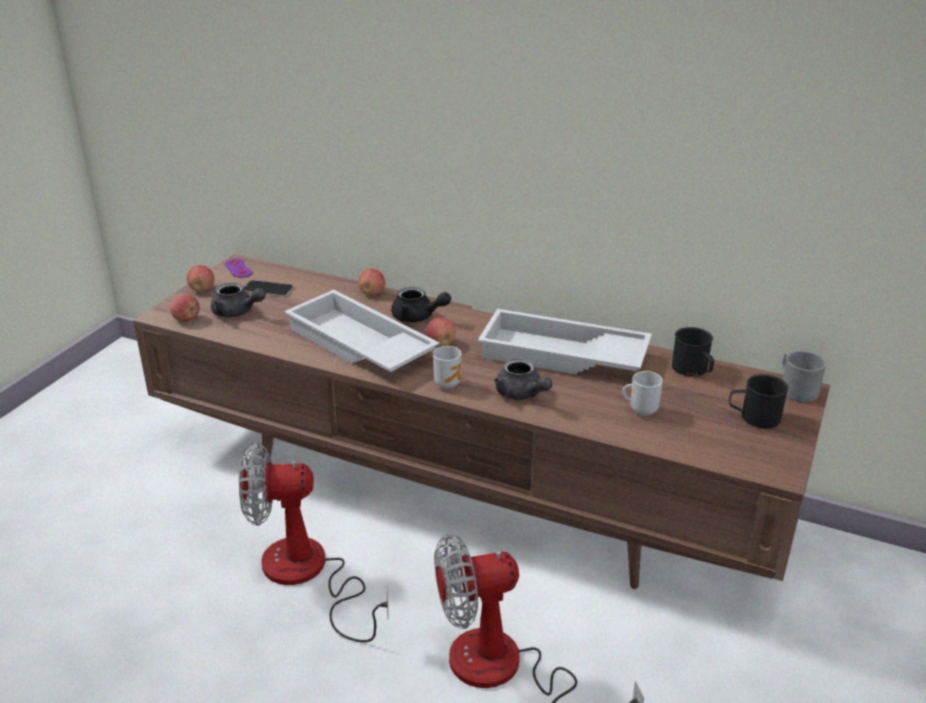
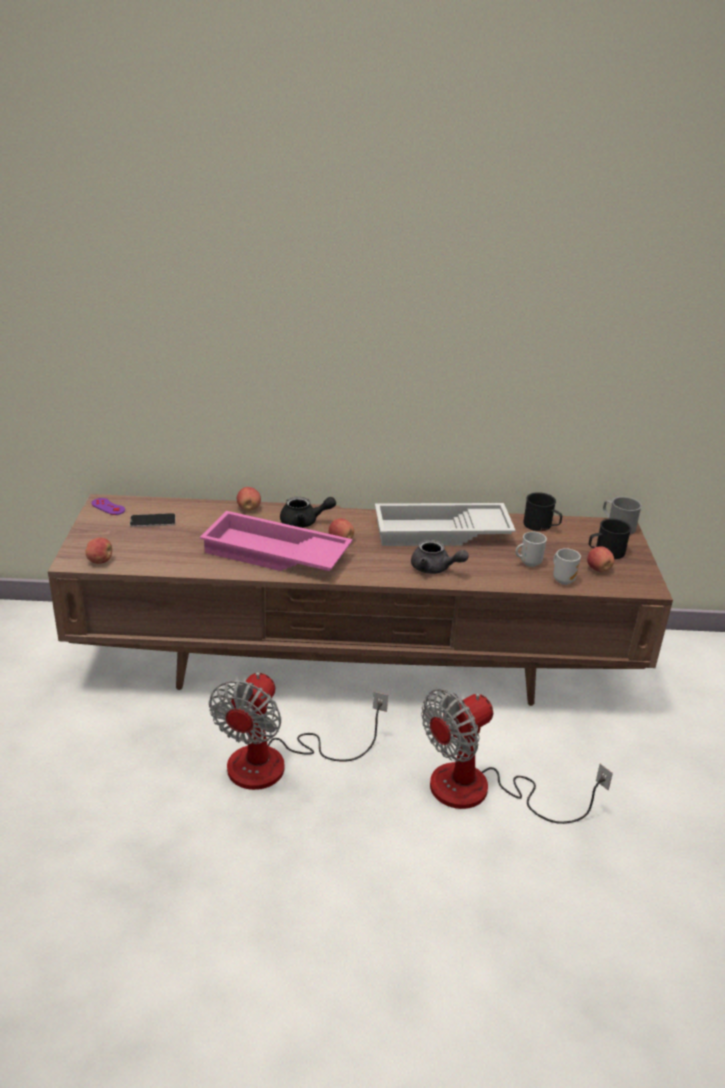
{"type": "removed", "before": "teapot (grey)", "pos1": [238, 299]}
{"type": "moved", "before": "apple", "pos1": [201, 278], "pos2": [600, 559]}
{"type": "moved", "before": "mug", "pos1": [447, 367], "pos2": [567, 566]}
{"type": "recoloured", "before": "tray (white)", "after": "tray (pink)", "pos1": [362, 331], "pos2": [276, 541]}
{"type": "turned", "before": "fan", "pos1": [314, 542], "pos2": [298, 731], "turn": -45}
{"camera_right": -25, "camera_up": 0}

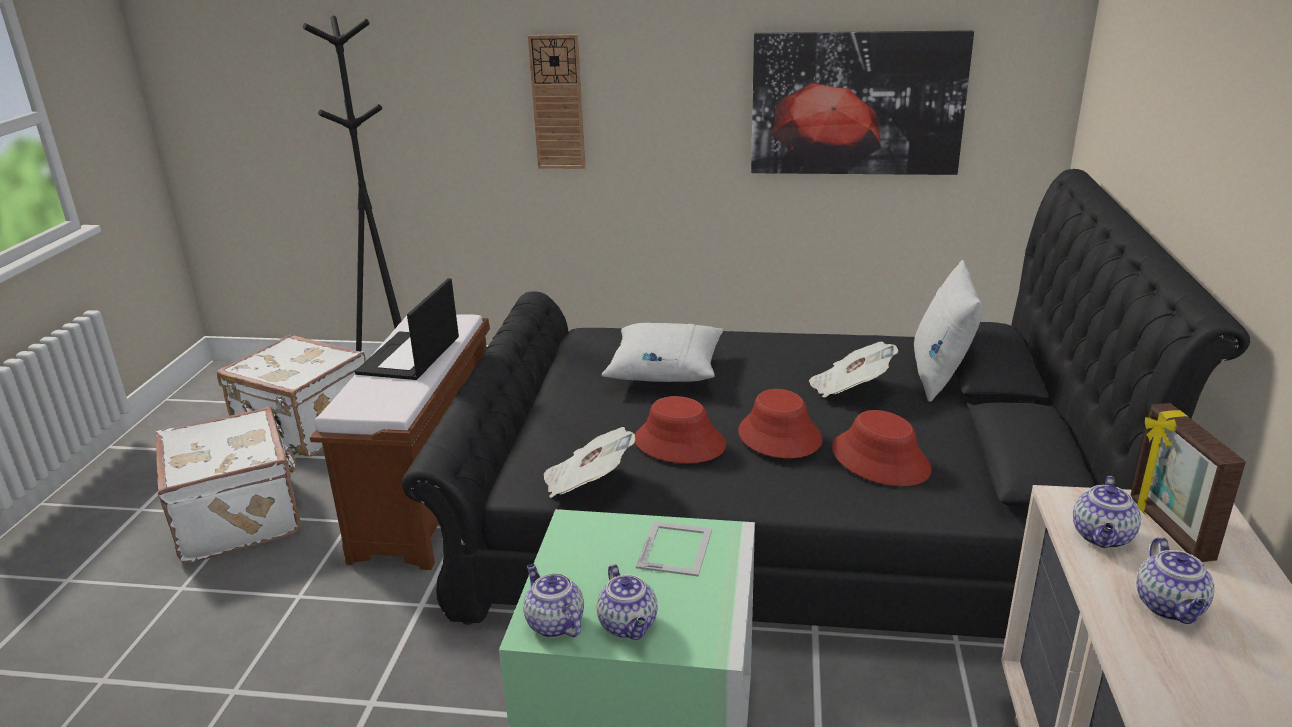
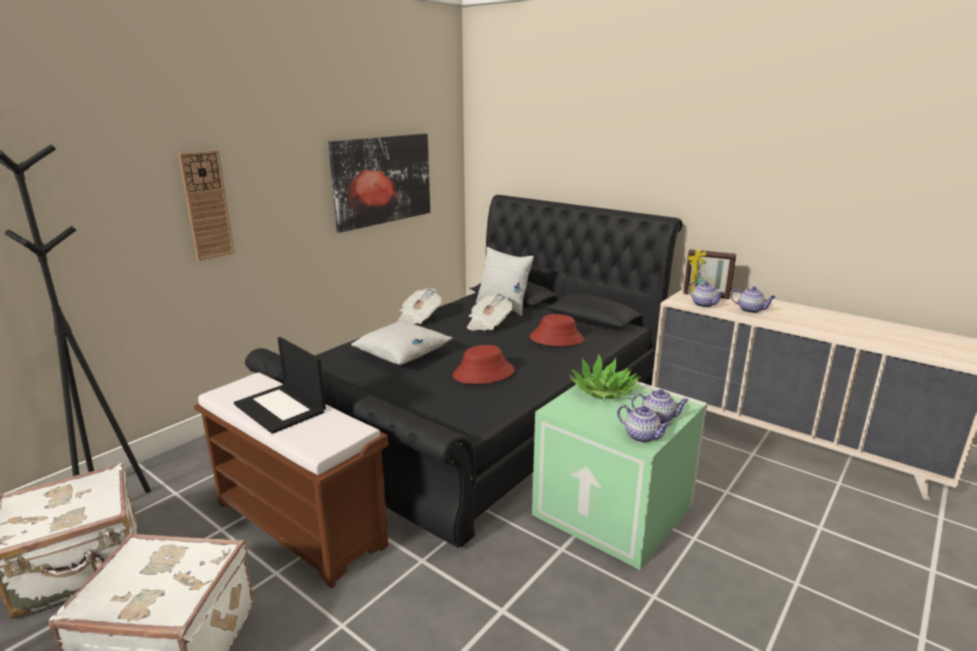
{"type": "removed", "before": "hat (red)", "pos1": [780, 423]}
{"type": "moved", "before": "newspaper", "pos1": [589, 462], "pos2": [419, 306]}
{"type": "replaced", "before": "picture frame", "after": "potted plant", "pos1": [674, 548], "pos2": [605, 376]}
{"type": "turned", "before": "teapot", "pos1": [553, 601], "pos2": [644, 423], "turn": -135}
{"camera_right": -60, "camera_up": -5}

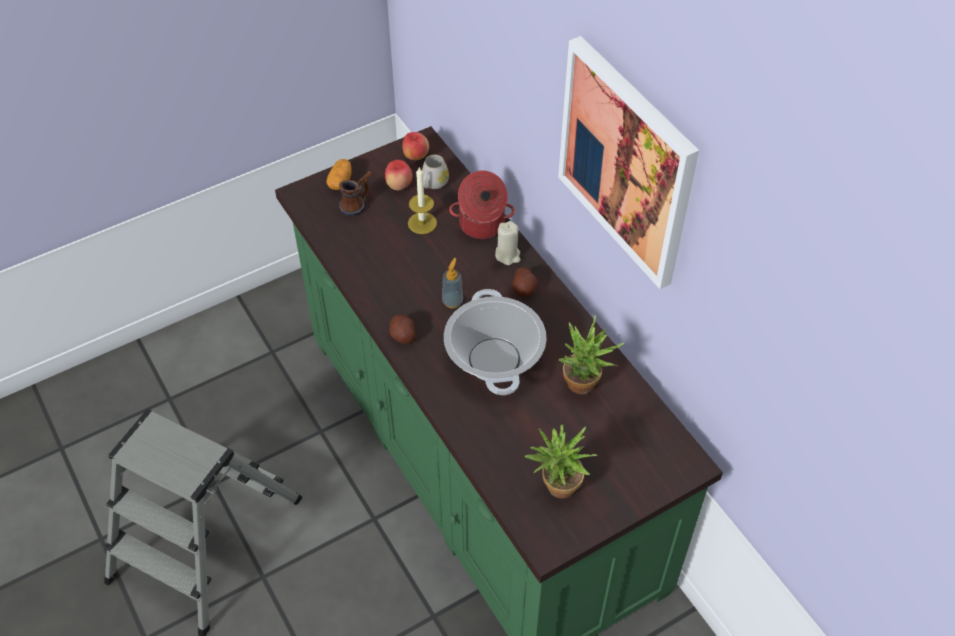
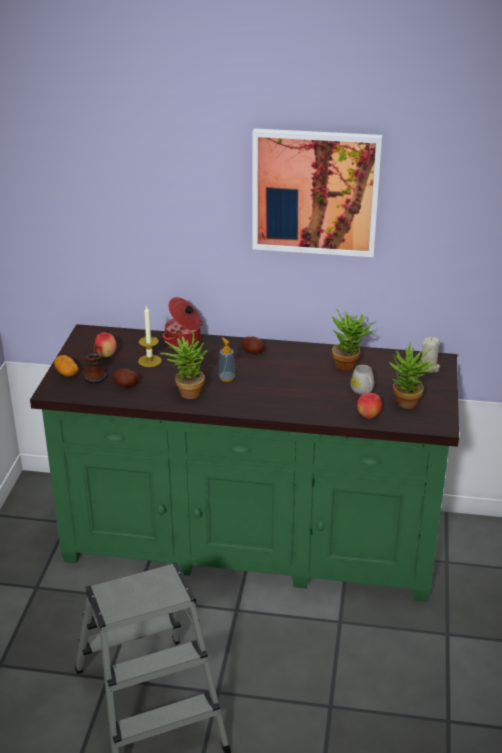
{"type": "removed", "before": "cooking pot", "pos1": [495, 342]}
{"type": "added", "after": "potted plant", "pos2": [184, 365]}
{"type": "moved", "before": "potato", "pos1": [402, 329], "pos2": [126, 377]}
{"type": "moved", "before": "apple", "pos1": [416, 146], "pos2": [369, 406]}
{"type": "moved", "before": "mug (white)", "pos1": [435, 172], "pos2": [362, 380]}
{"type": "moved", "before": "candle (beige)", "pos1": [508, 243], "pos2": [430, 355]}
{"camera_right": -50, "camera_up": -20}

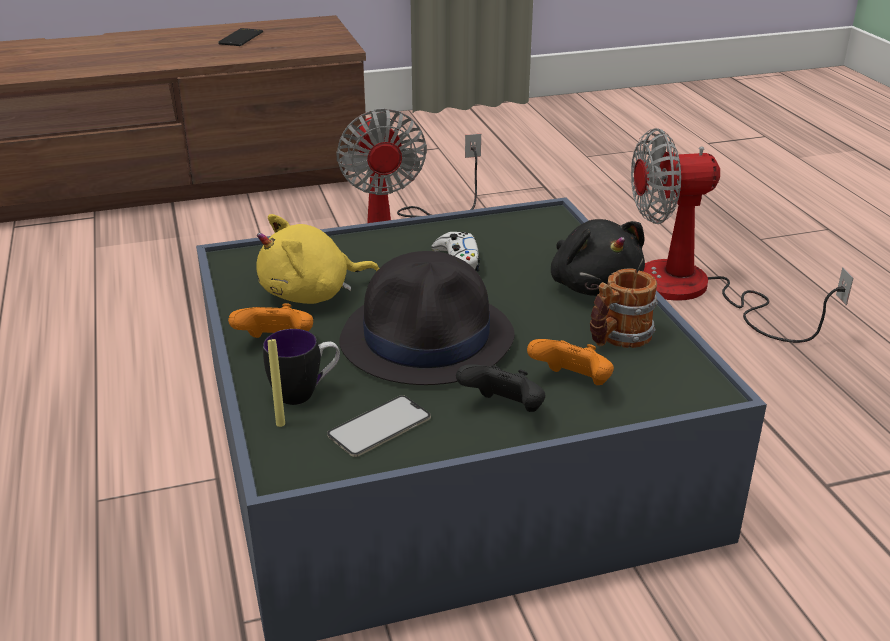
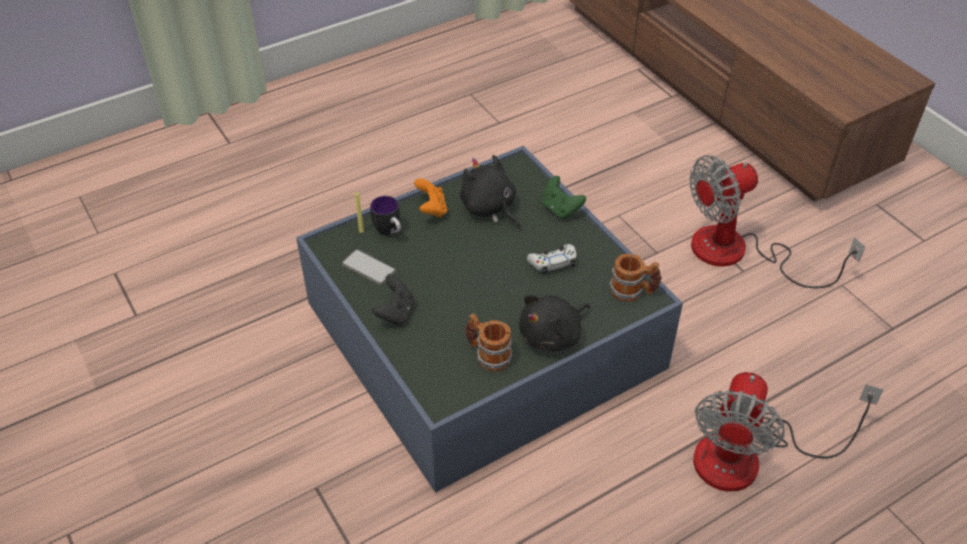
{"type": "removed", "before": "phone", "pos1": [240, 37]}
{"type": "removed", "before": "hat (black)", "pos1": [427, 318]}
{"type": "removed", "before": "game controller (orange)", "pos1": [570, 362]}
{"type": "added", "after": "game controller (green)", "pos2": [564, 197]}
{"type": "added", "after": "mug", "pos2": [635, 278]}
{"type": "recoloured", "before": "plush toy (yellow)", "after": "plush toy (black)", "pos1": [317, 259], "pos2": [490, 192]}
{"type": "turned", "before": "fan", "pos1": [742, 235], "pos2": [788, 431], "turn": -135}
{"camera_right": 75, "camera_up": 15}

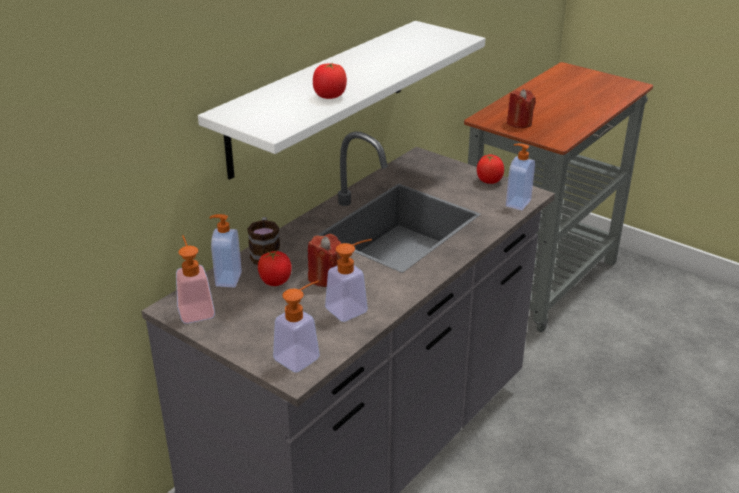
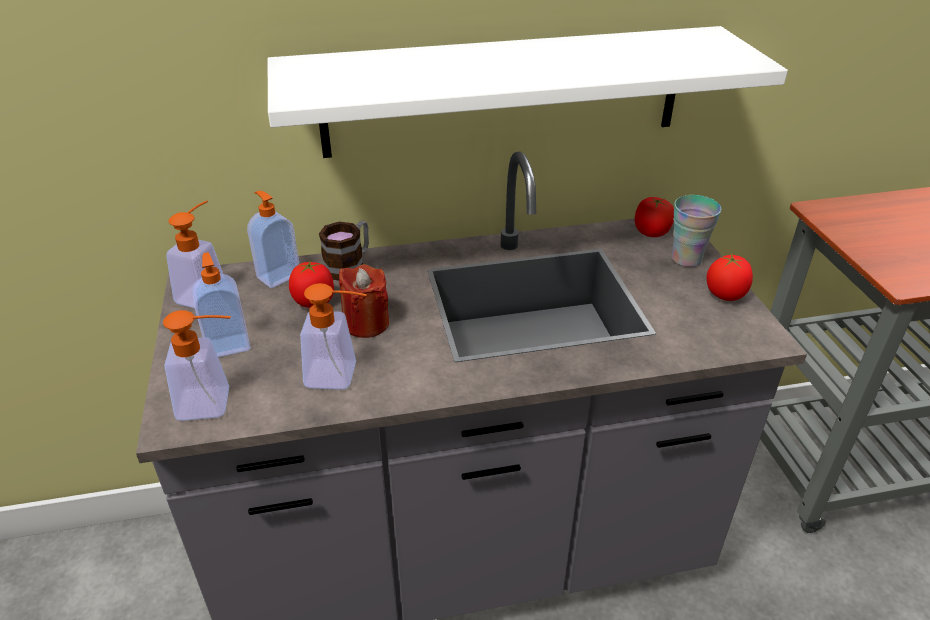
{"type": "removed", "before": "candle (red)", "pos1": [521, 108]}
{"type": "added", "after": "cup", "pos2": [696, 231]}
{"type": "moved", "before": "tomato", "pos1": [330, 81], "pos2": [654, 217]}
{"type": "moved", "before": "soap dispenser", "pos1": [520, 176], "pos2": [222, 304]}
{"camera_right": 40, "camera_up": 5}

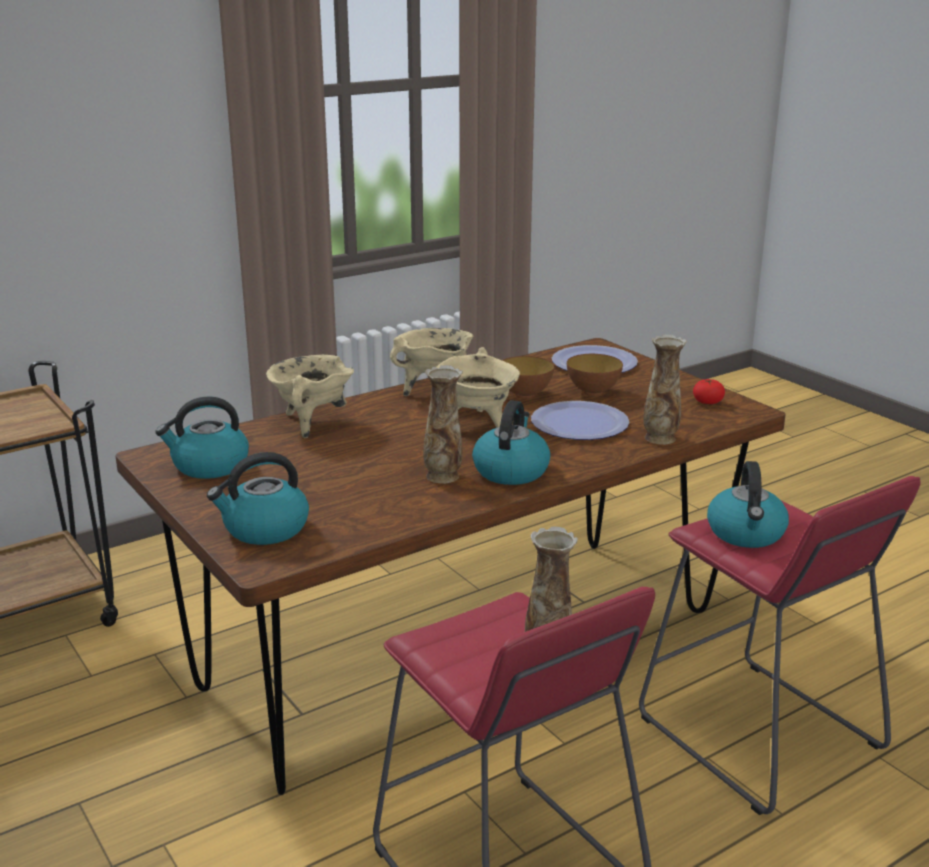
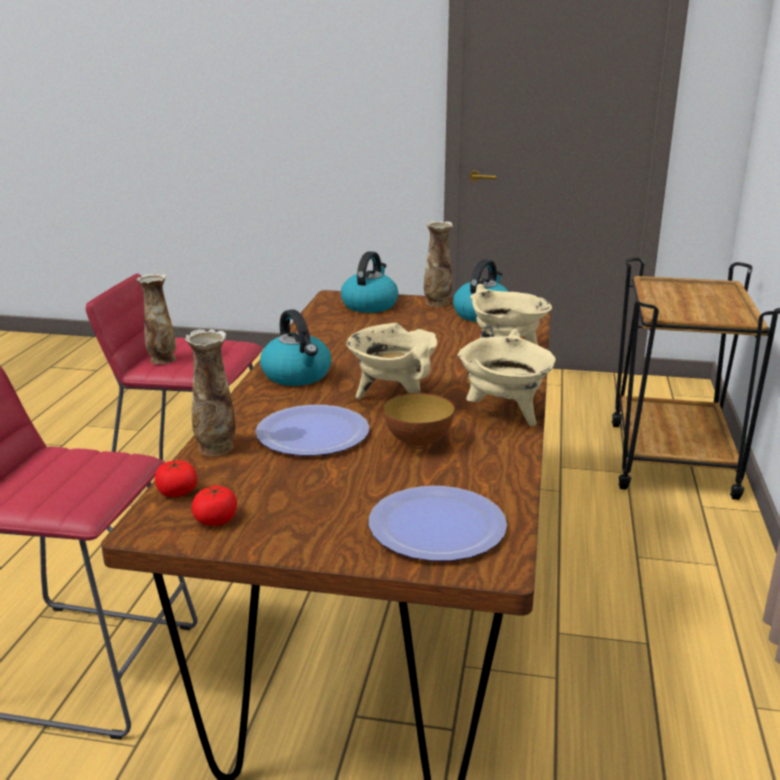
{"type": "removed", "before": "bowl", "pos1": [595, 375]}
{"type": "removed", "before": "kettle", "pos1": [748, 504]}
{"type": "added", "after": "tomato", "pos2": [176, 478]}
{"type": "moved", "before": "vase", "pos1": [443, 424], "pos2": [438, 264]}
{"camera_right": 135, "camera_up": 0}

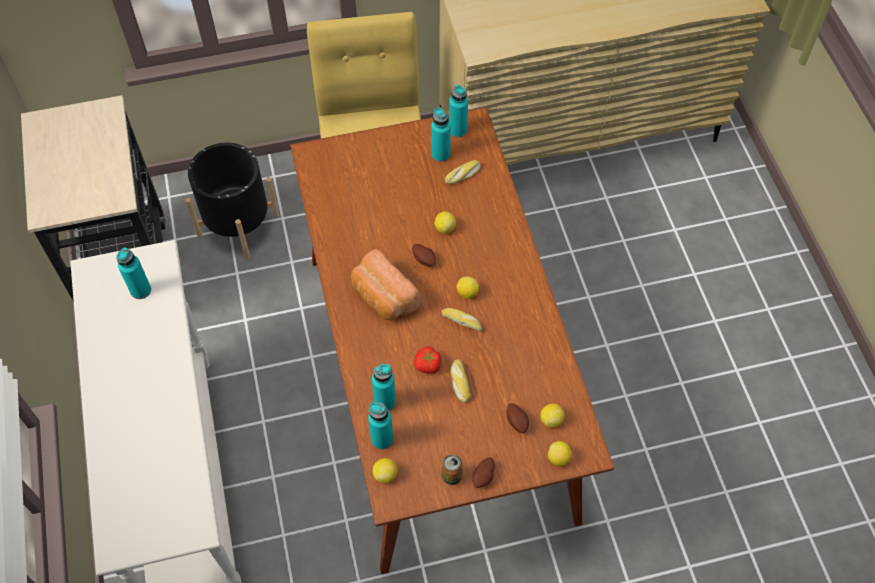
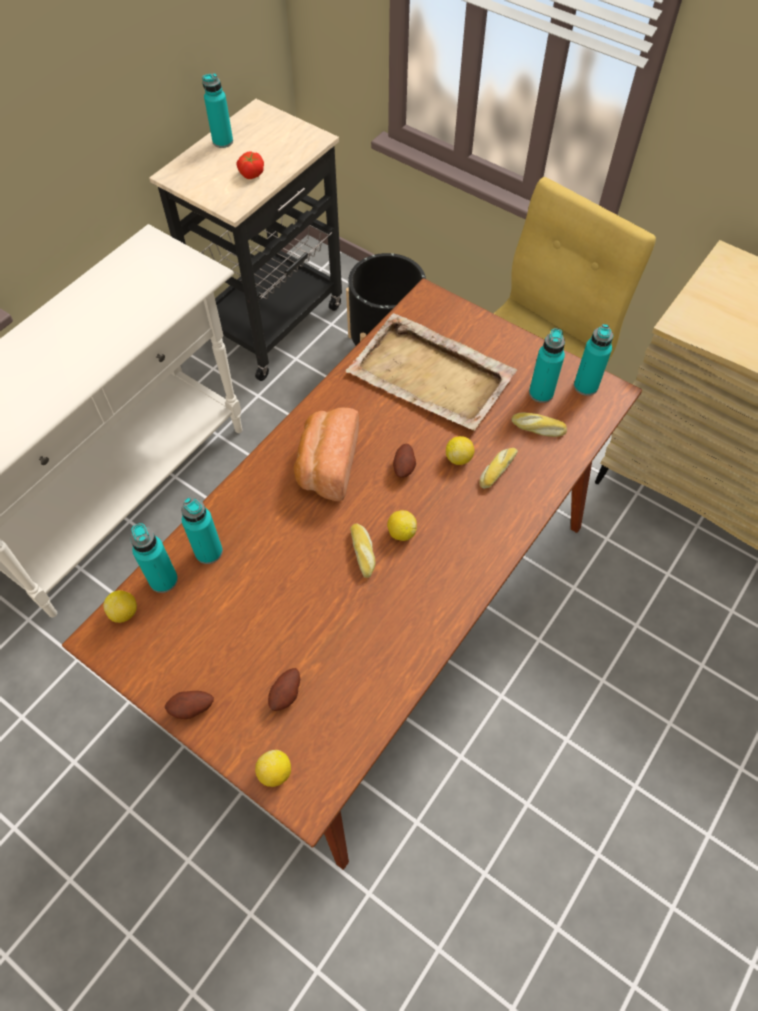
{"type": "removed", "before": "can", "pos1": [452, 469]}
{"type": "removed", "before": "lemon", "pos1": [552, 415]}
{"type": "added", "after": "tray (beige)", "pos2": [431, 372]}
{"type": "moved", "before": "bottle (turquoise)", "pos1": [133, 273], "pos2": [217, 110]}
{"type": "moved", "before": "tomato", "pos1": [428, 360], "pos2": [250, 165]}
{"type": "moved", "before": "bread", "pos1": [460, 381], "pos2": [499, 468]}
{"camera_right": 50, "camera_up": 0}

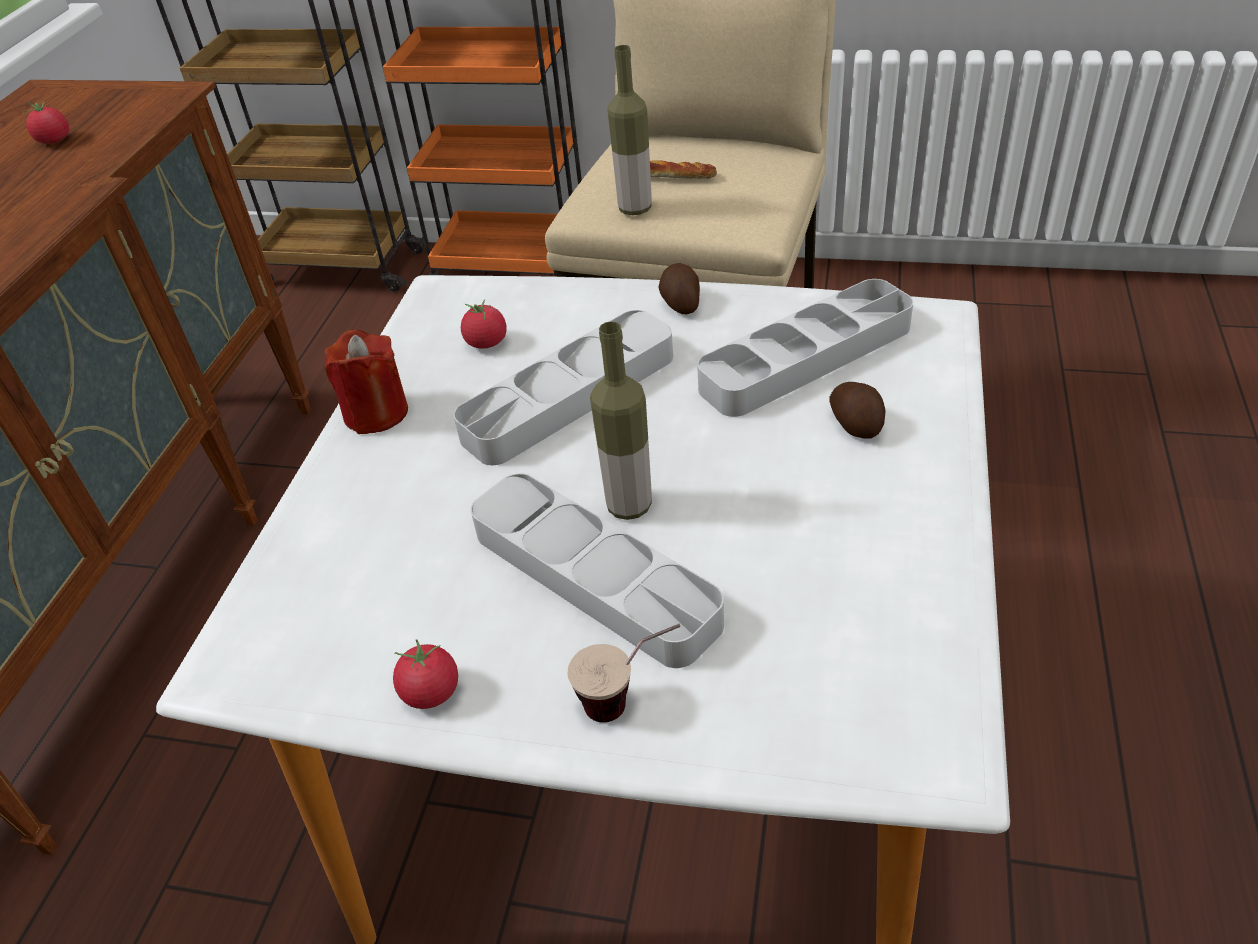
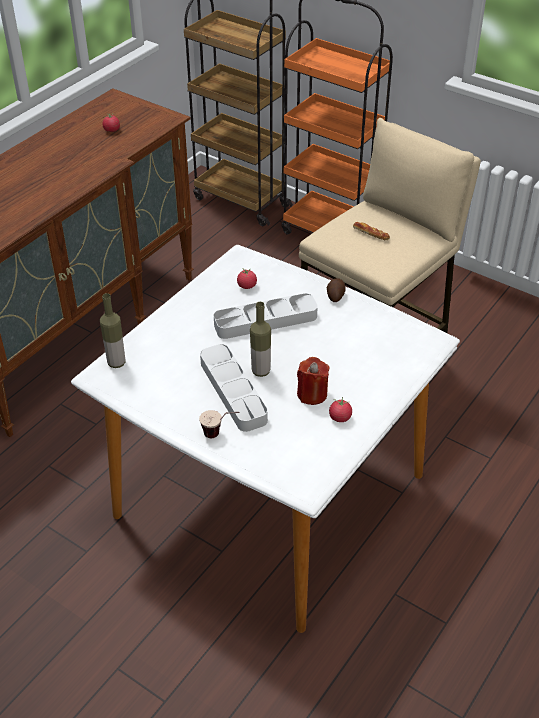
{"type": "removed", "before": "tray (grey)", "pos1": [805, 348]}
{"type": "removed", "before": "potato", "pos1": [857, 410]}
{"type": "moved", "before": "candle (red)", "pos1": [366, 382], "pos2": [313, 381]}
{"type": "moved", "before": "tomato", "pos1": [425, 674], "pos2": [340, 409]}
{"type": "moved", "before": "bottle", "pos1": [629, 130], "pos2": [113, 330]}
{"camera_right": 20, "camera_up": 0}

